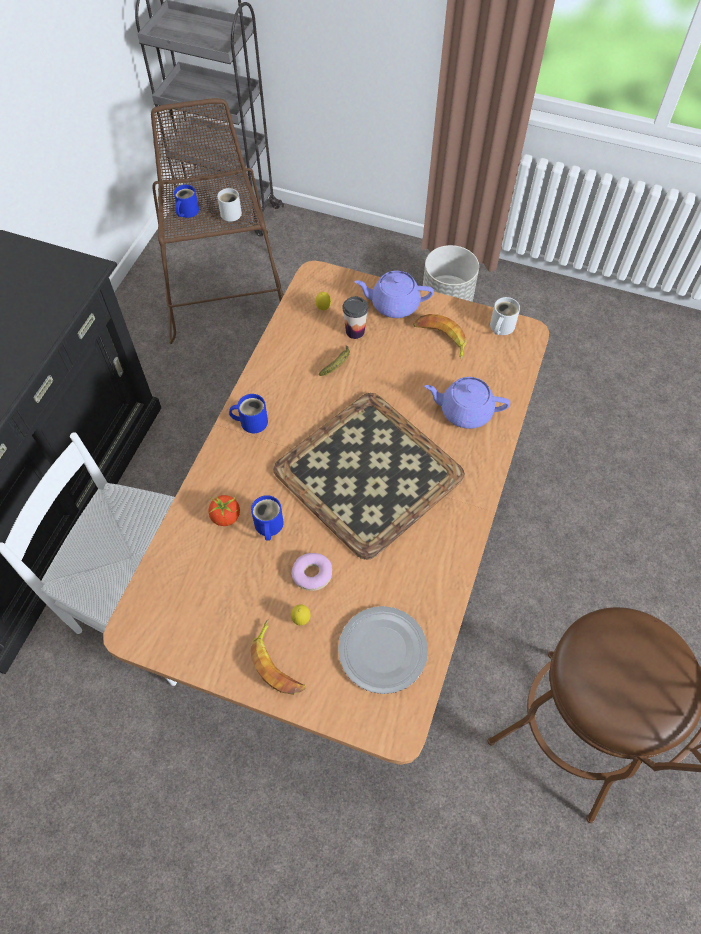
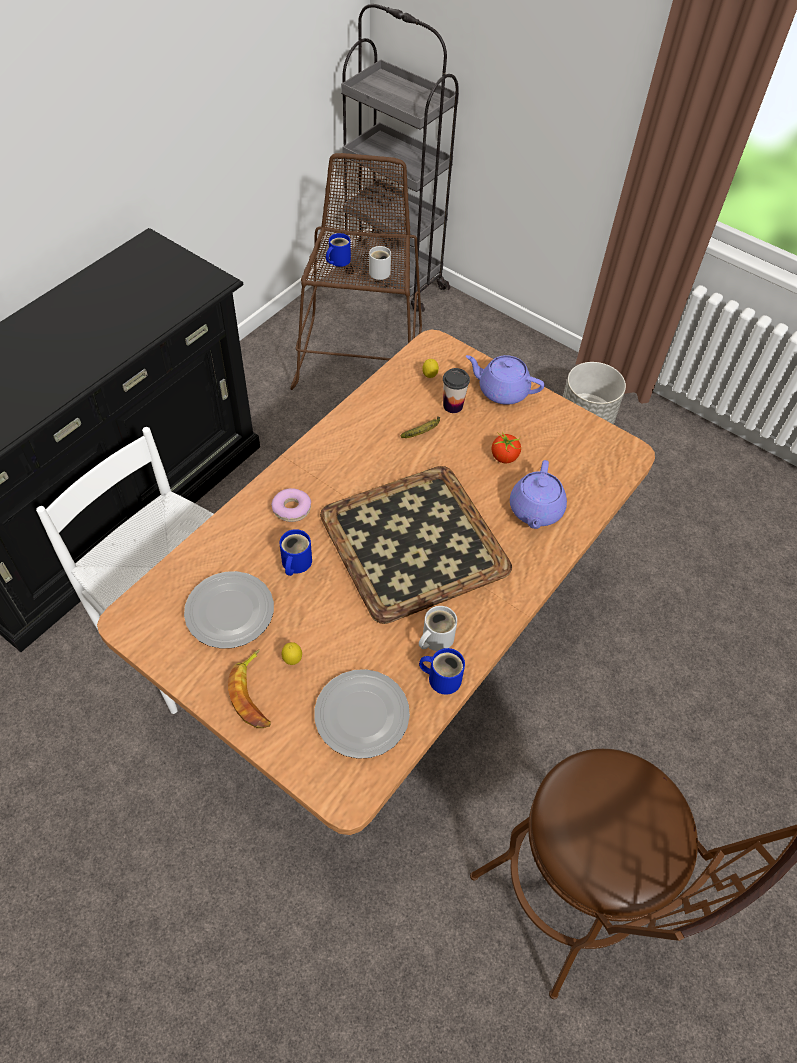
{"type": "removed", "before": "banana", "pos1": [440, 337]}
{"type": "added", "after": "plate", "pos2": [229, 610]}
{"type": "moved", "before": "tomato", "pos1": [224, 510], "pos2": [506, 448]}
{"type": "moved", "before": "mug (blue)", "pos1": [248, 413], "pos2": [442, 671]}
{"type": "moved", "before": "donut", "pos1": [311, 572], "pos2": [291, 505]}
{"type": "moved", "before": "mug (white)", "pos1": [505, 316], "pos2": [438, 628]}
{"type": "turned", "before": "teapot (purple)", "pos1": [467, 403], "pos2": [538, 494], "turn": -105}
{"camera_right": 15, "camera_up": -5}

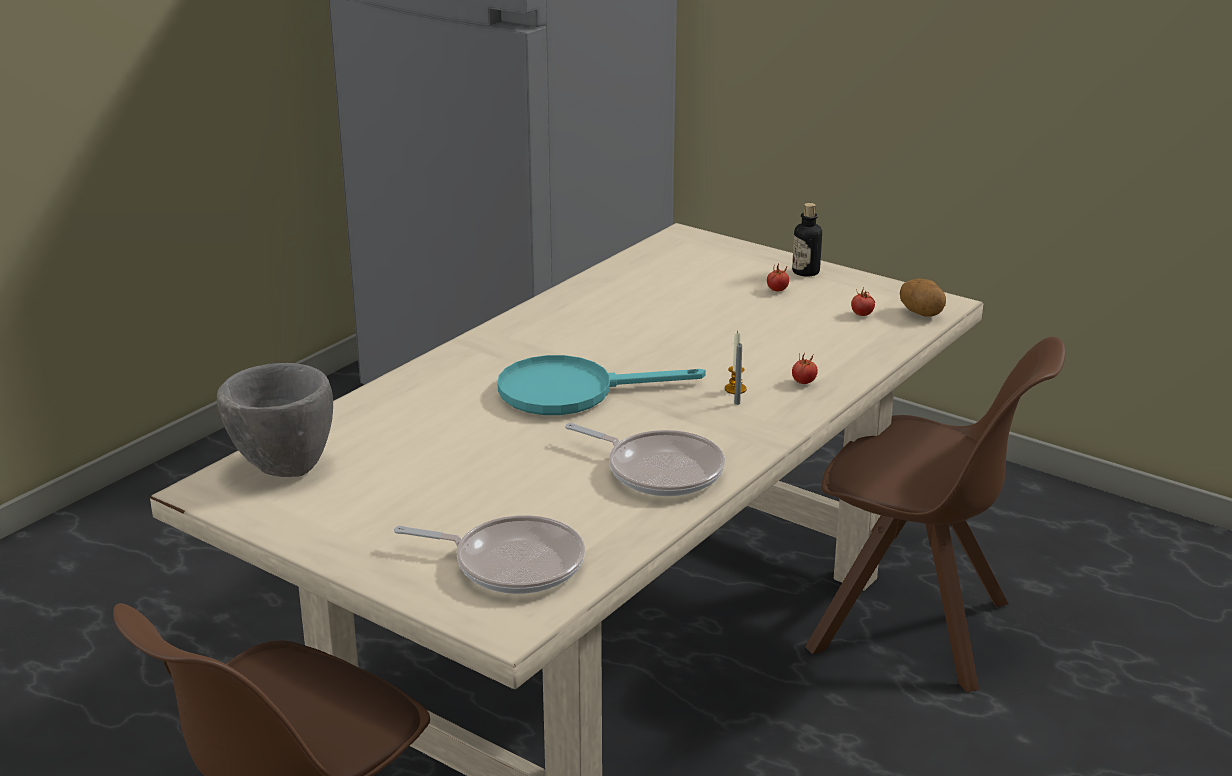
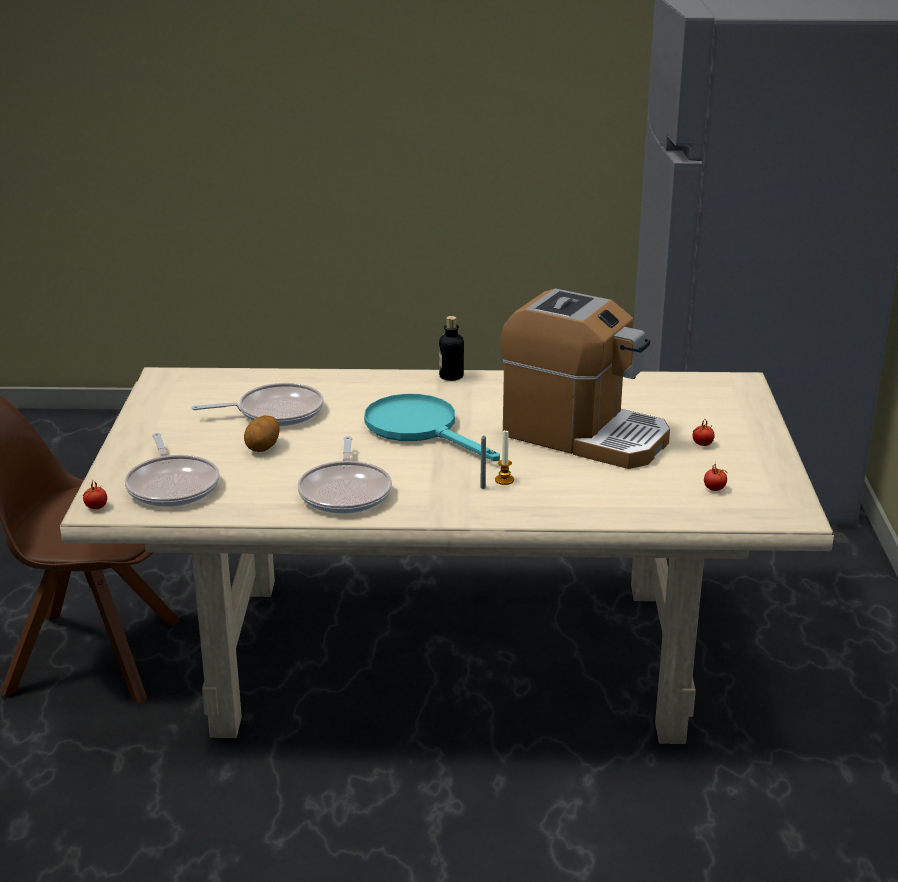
{"type": "removed", "before": "bowl (grey)", "pos1": [275, 420]}
{"type": "removed", "before": "chair (brown)", "pos1": [935, 514]}
{"type": "added", "after": "frying pan", "pos2": [258, 404]}
{"type": "added", "after": "coffee machine", "pos2": [585, 378]}
{"type": "moved", "before": "bottle", "pos1": [807, 239], "pos2": [451, 348]}
{"type": "moved", "before": "tomato", "pos1": [805, 368], "pos2": [95, 494]}
{"type": "moved", "before": "potato", "pos1": [923, 297], "pos2": [262, 433]}
{"camera_right": 55, "camera_up": 0}

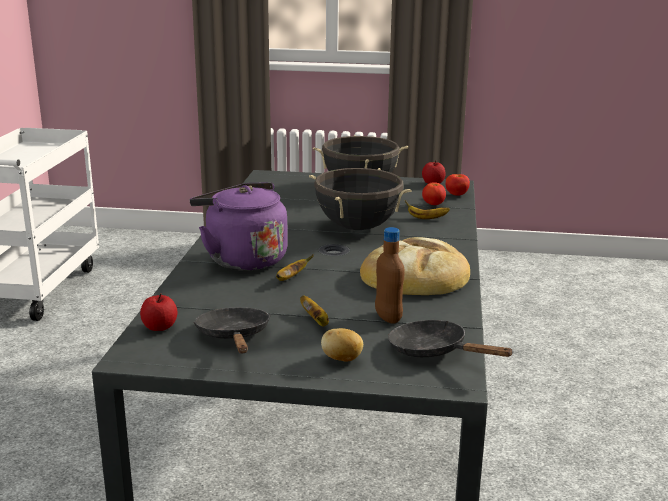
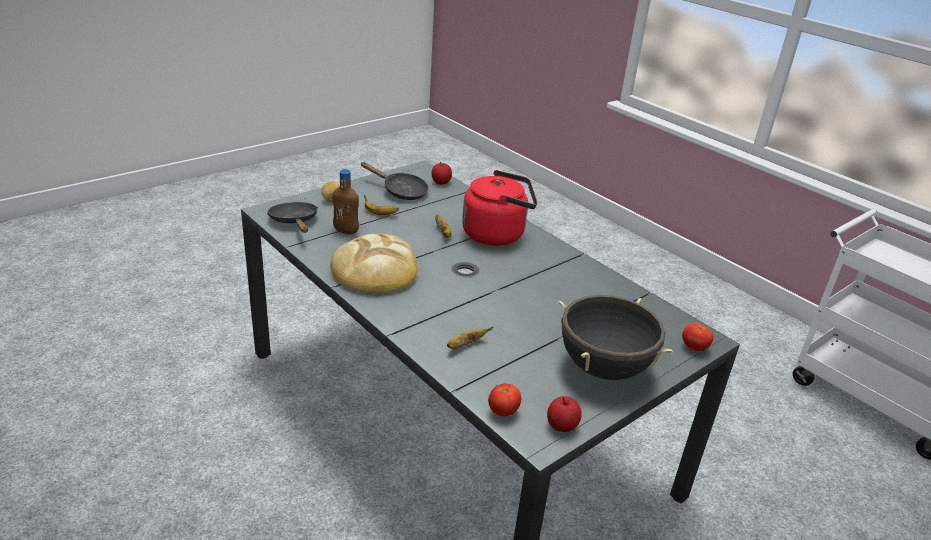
{"type": "removed", "before": "cooking pot (black)", "pos1": [360, 199]}
{"type": "moved", "before": "tomato", "pos1": [434, 193], "pos2": [697, 337]}
{"type": "recoloured", "before": "kettle (purple)", "after": "kettle (red)", "pos1": [239, 227], "pos2": [499, 208]}
{"type": "turned", "before": "frying pan (black)", "pos1": [451, 338], "pos2": [292, 217], "turn": -105}
{"camera_right": 130, "camera_up": 10}

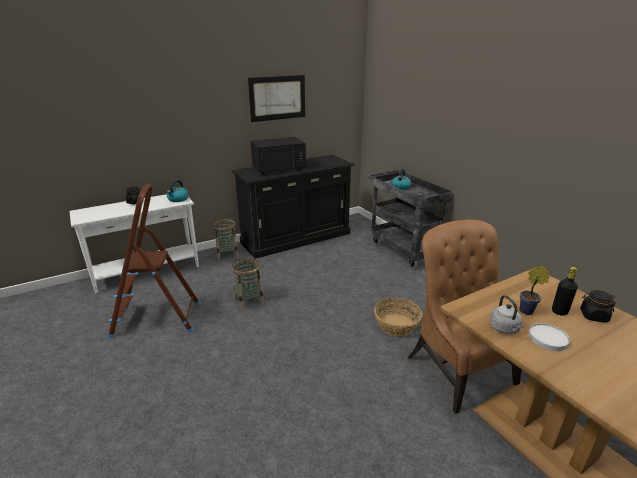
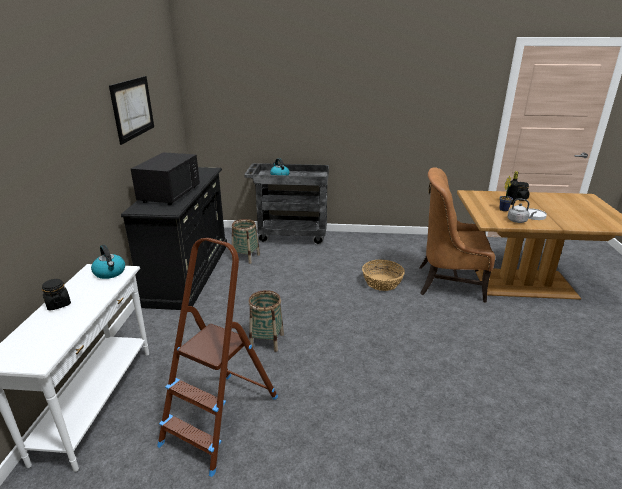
{"type": "moved", "before": "basket", "pos1": [226, 240], "pos2": [246, 241]}
{"camera_right": -55, "camera_up": 0}

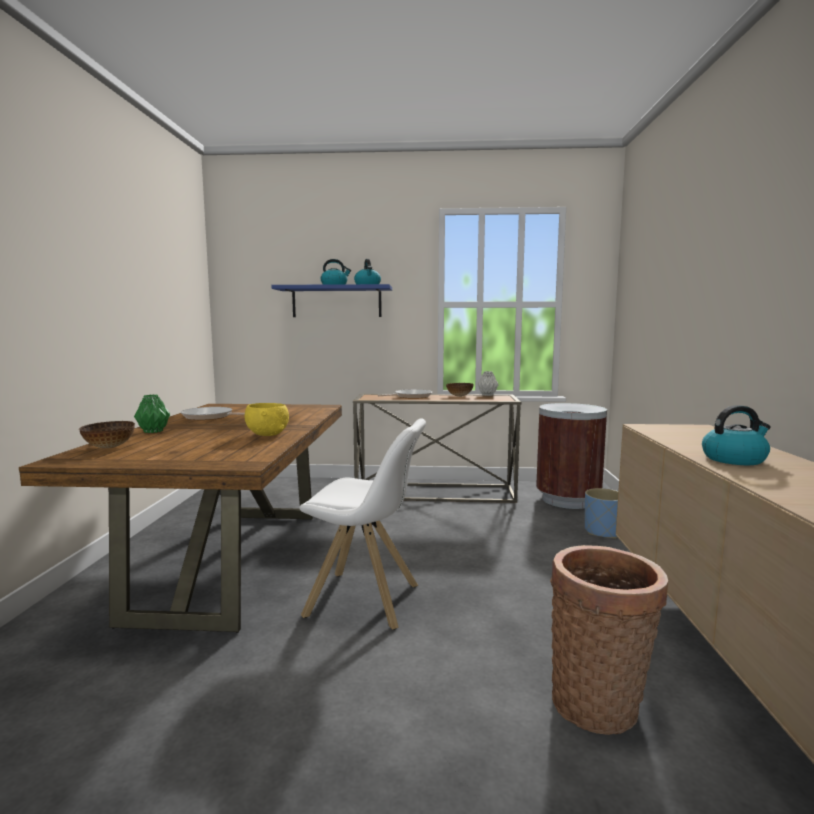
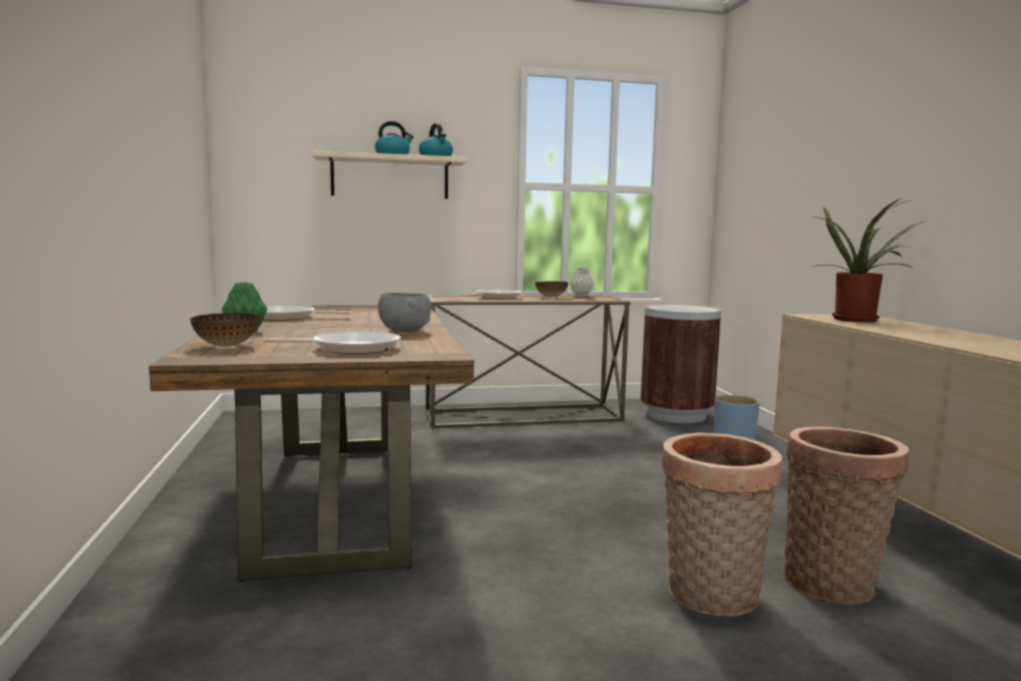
{"type": "removed", "before": "chair (white)", "pos1": [363, 524]}
{"type": "removed", "before": "kettle", "pos1": [736, 435]}
{"type": "added", "after": "frying pan", "pos2": [332, 342]}
{"type": "added", "after": "basket", "pos2": [721, 525]}
{"type": "added", "after": "potted plant", "pos2": [869, 260]}
{"type": "recoloured", "before": "bowl (yellow)", "after": "bowl (grey)", "pos1": [267, 419], "pos2": [404, 312]}
{"type": "recoloured", "before": "shelf (blue)", "after": "shelf (beige)", "pos1": [331, 300], "pos2": [390, 174]}
{"camera_right": -15, "camera_up": 0}

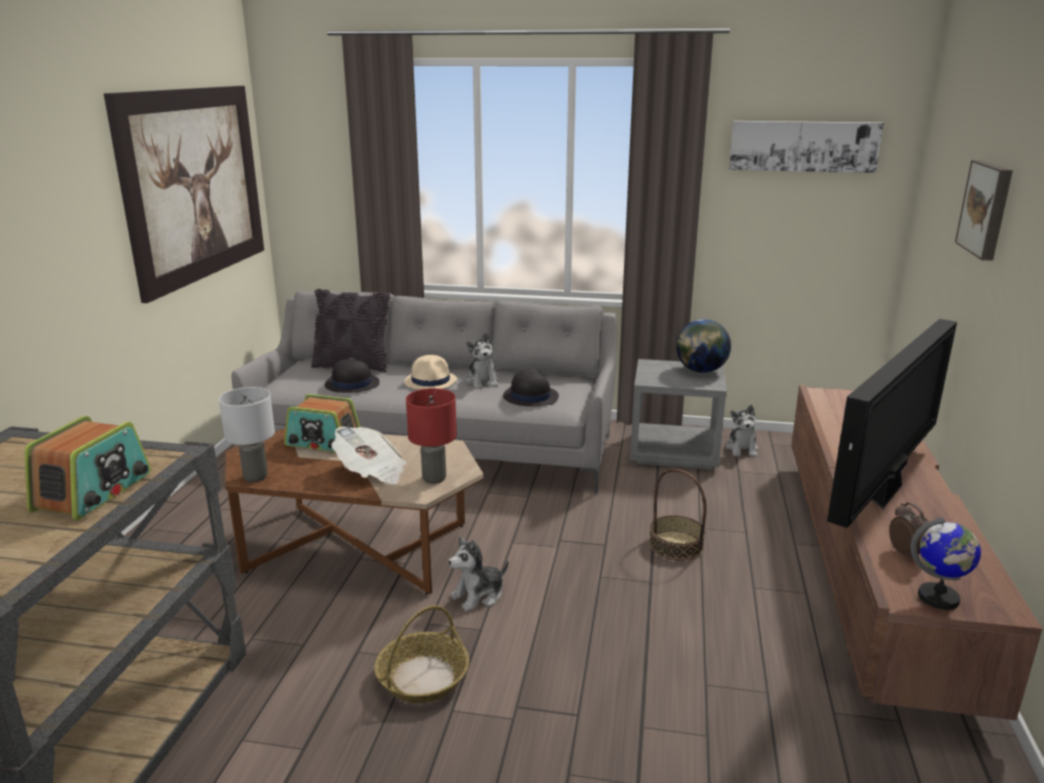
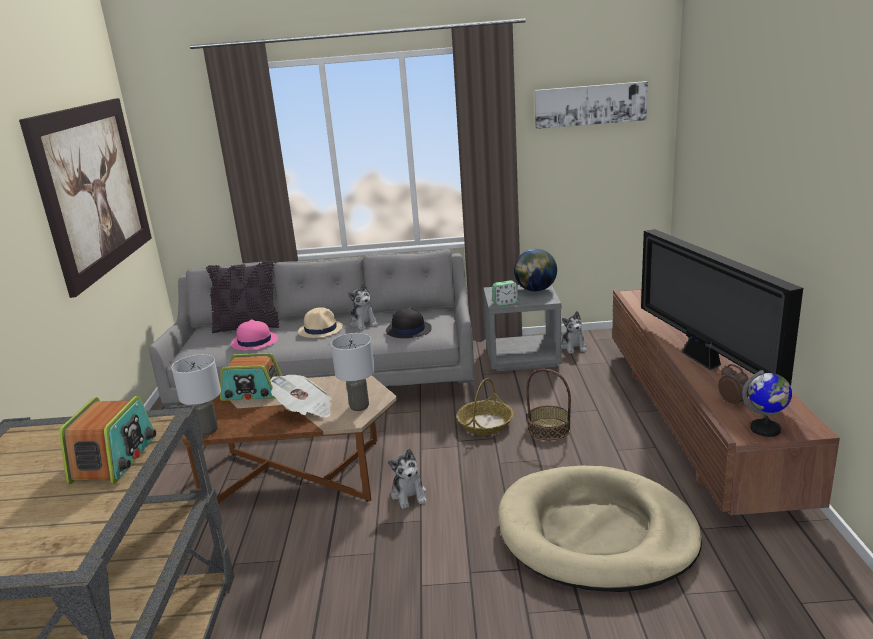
{"type": "removed", "before": "picture", "pos1": [984, 210]}
{"type": "added", "after": "alarm clock", "pos2": [505, 293]}
{"type": "added", "after": "dog bed (beige)", "pos2": [600, 529]}
{"type": "moved", "before": "basket", "pos1": [421, 654], "pos2": [485, 406]}
{"type": "recoloured", "before": "hat (black)", "after": "hat (pink)", "pos1": [352, 375], "pos2": [254, 334]}
{"type": "recoloured", "before": "table lamp (red)", "after": "table lamp (white)", "pos1": [431, 436], "pos2": [353, 372]}
{"type": "turned", "before": "plush toy", "pos1": [478, 573], "pos2": [407, 479], "turn": -60}
{"type": "turned", "before": "television", "pos1": [892, 423], "pos2": [722, 307], "turn": 135}
{"camera_right": -10, "camera_up": 0}

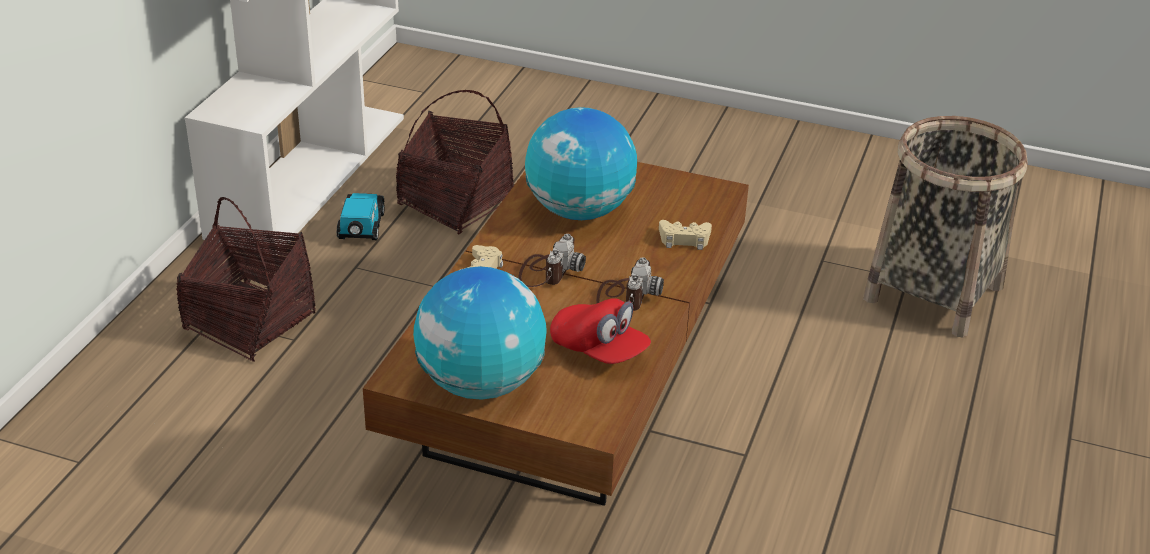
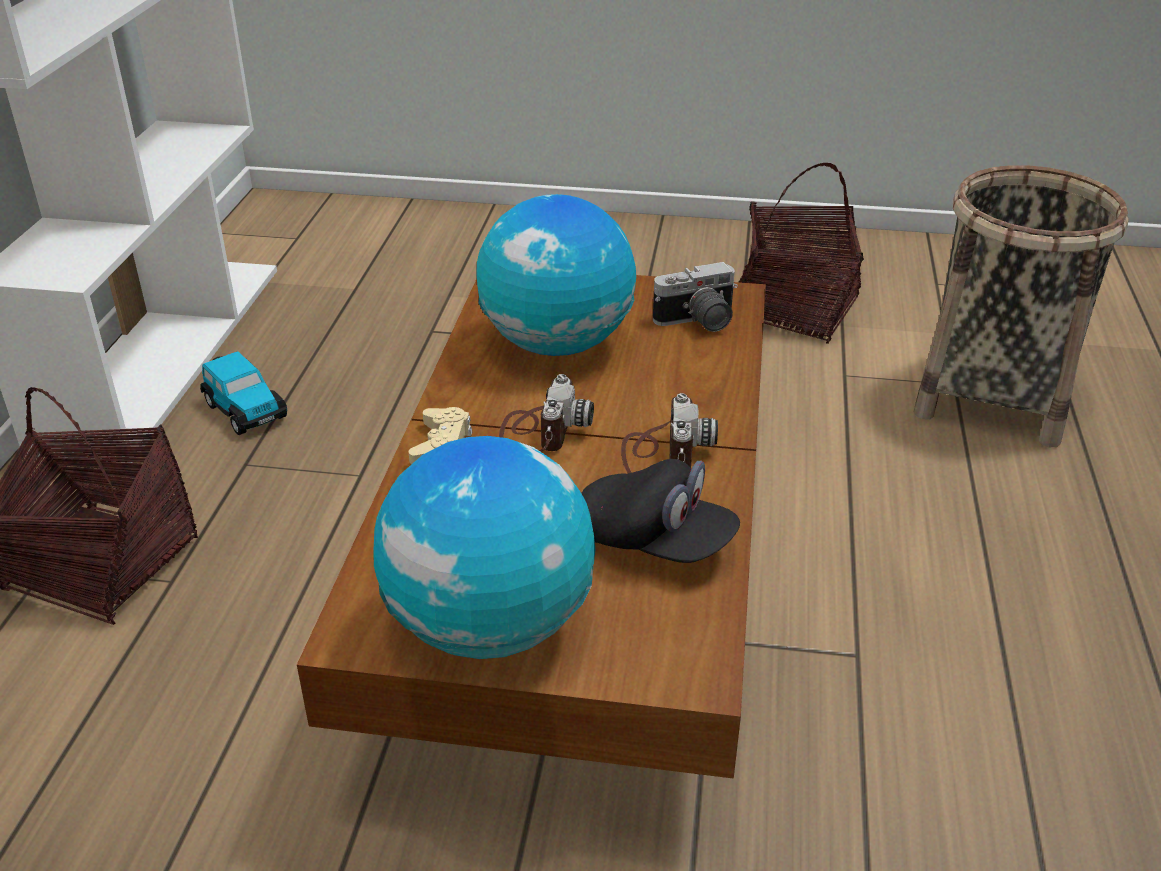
{"type": "removed", "before": "game controller (beige)", "pos1": [685, 235]}
{"type": "added", "after": "photo camera", "pos2": [695, 297]}
{"type": "moved", "before": "basket", "pos1": [455, 162], "pos2": [801, 253]}
{"type": "recoloured", "before": "cap (red)", "after": "cap (black)", "pos1": [600, 331], "pos2": [660, 511]}
{"type": "turned", "before": "toy car", "pos1": [360, 216], "pos2": [243, 393], "turn": 150}
{"camera_right": -10, "camera_up": 0}

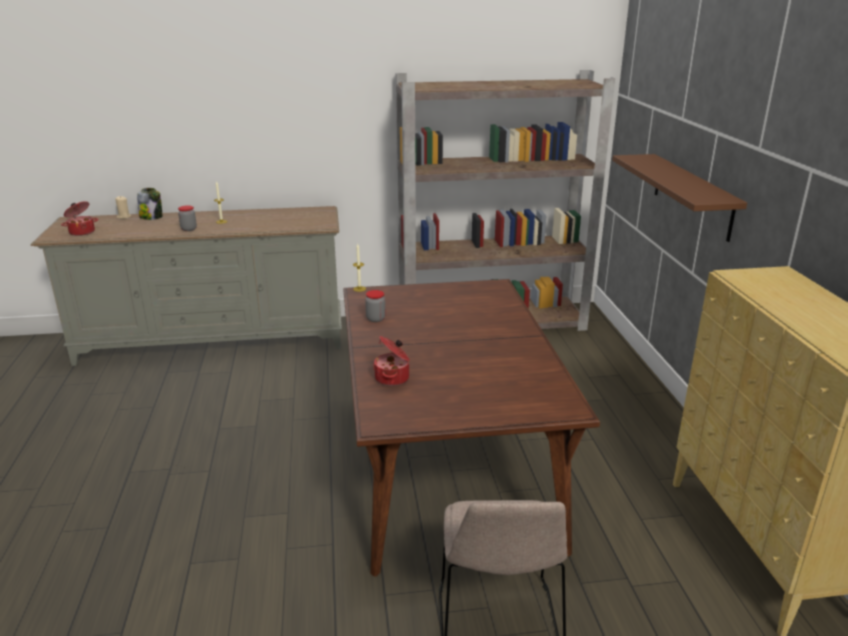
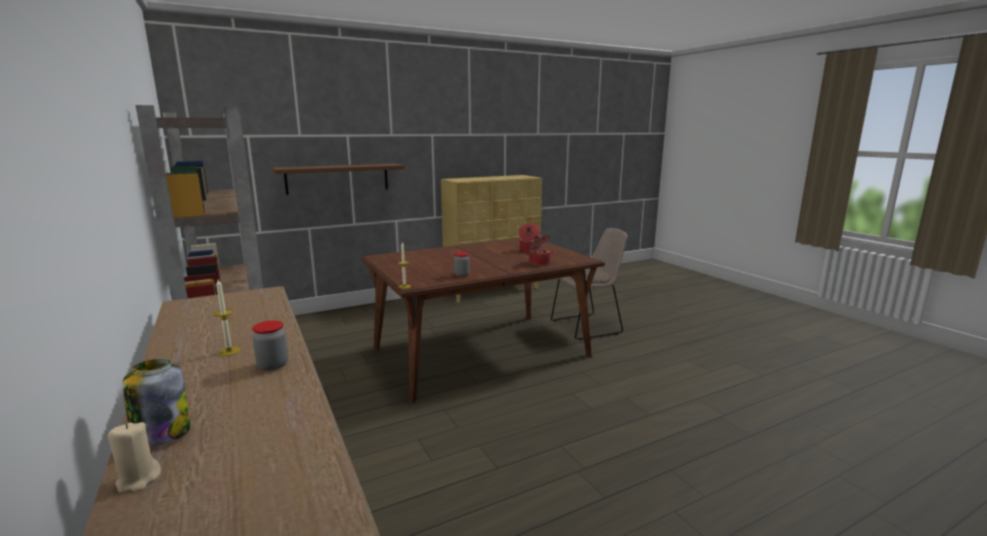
{"type": "moved", "before": "cooking pot", "pos1": [80, 218], "pos2": [528, 237]}
{"camera_right": -110, "camera_up": -10}

